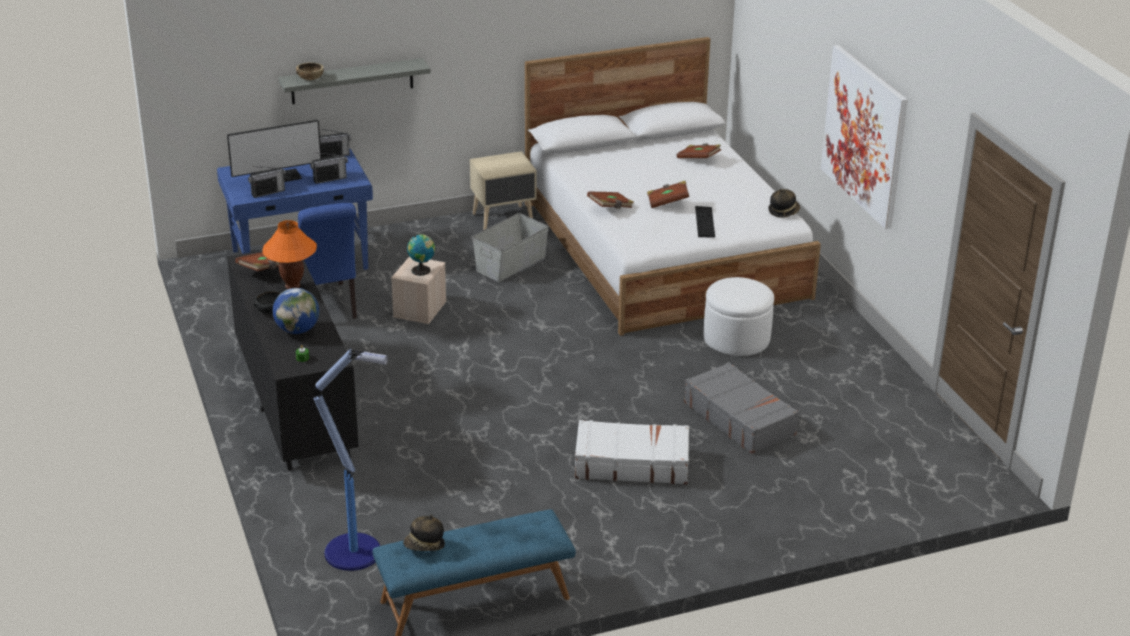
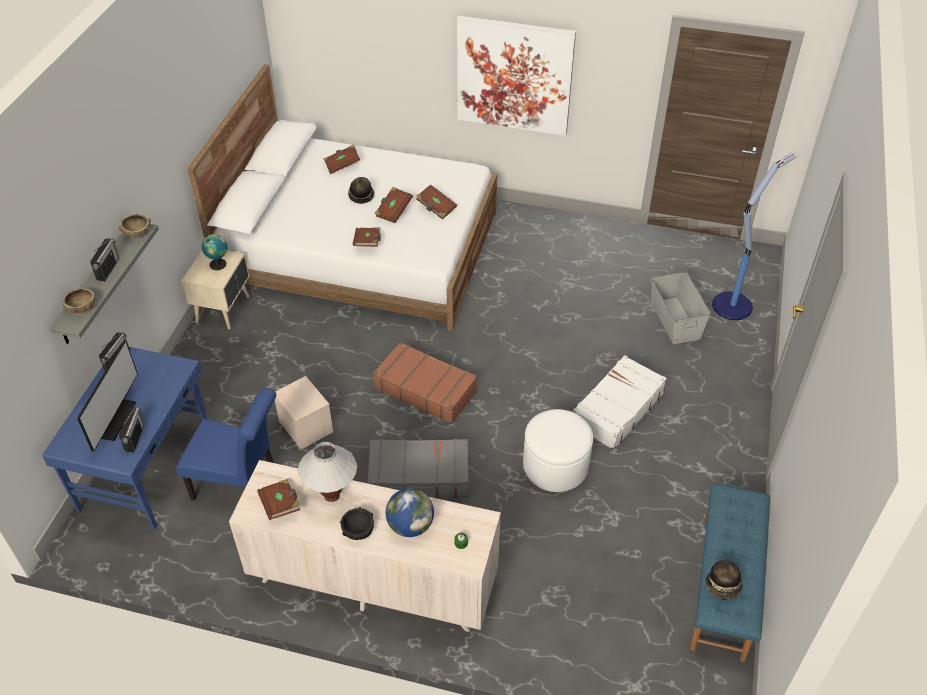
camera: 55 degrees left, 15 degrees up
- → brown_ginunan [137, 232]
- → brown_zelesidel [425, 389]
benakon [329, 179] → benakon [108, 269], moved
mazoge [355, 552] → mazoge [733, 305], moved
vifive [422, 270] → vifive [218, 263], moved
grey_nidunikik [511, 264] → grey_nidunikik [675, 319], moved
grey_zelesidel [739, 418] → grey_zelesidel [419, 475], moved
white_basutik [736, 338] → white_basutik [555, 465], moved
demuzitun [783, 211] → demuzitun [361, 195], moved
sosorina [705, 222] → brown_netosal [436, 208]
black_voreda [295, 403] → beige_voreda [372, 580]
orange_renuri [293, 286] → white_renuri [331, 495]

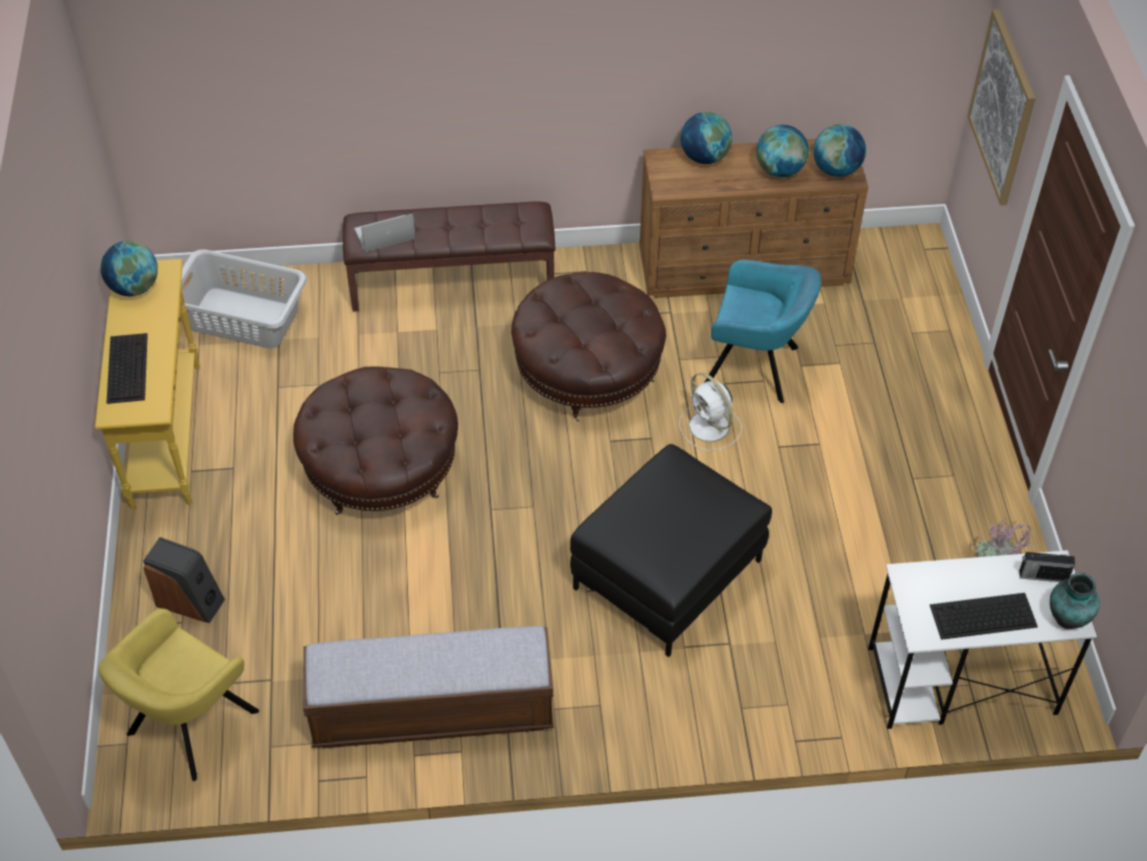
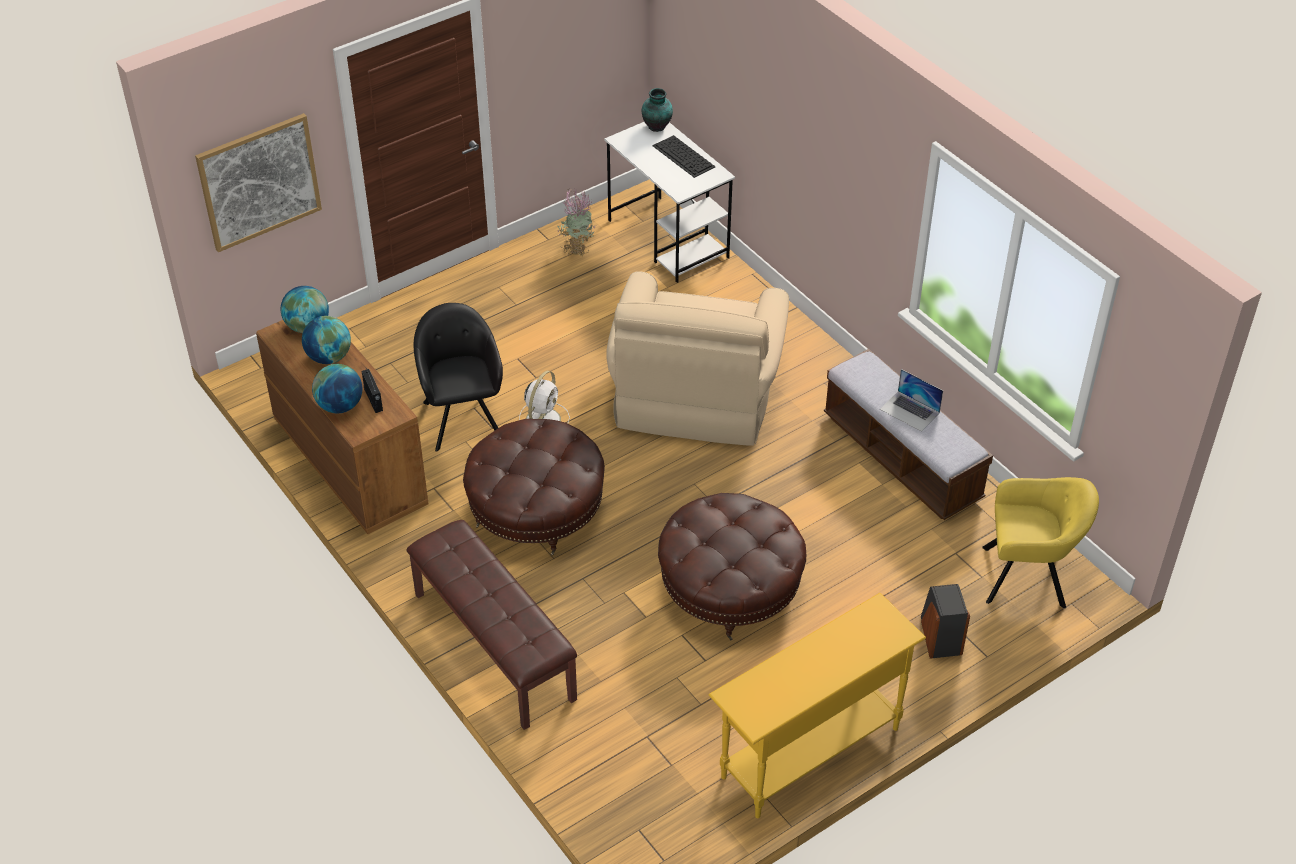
camera: 120 degrees left, 5 degrees down
vifive [134, 287] → -
sosorina [127, 367] → -
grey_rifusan [242, 317] → -
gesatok [384, 233] → gesatok [910, 411], moved
benakon [1042, 576] → benakon [373, 400], moved
black_basutik [667, 574] → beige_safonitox [696, 391]
turquoise_safonitox [755, 367] → black_safonitox [462, 417]

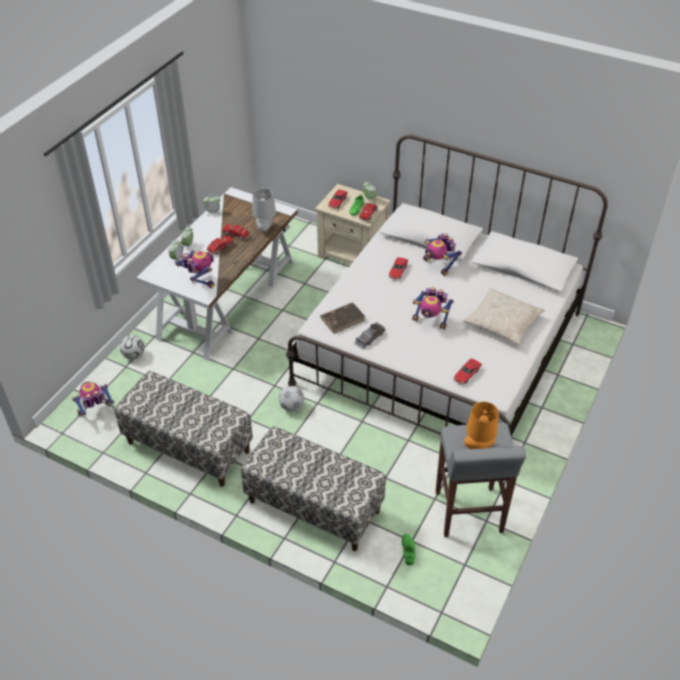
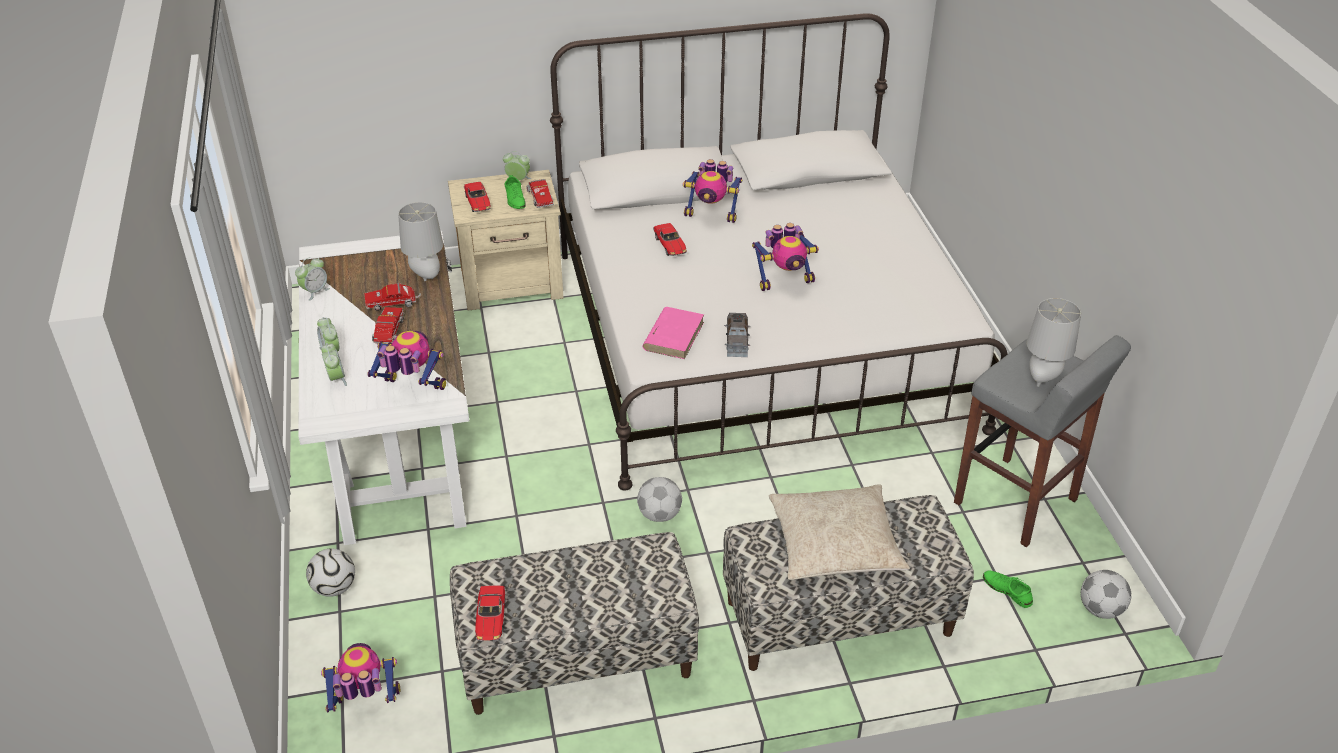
camera: 40 degrees left, 5 degrees down
- → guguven [1100, 610]
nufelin [466, 374] → nufelin [491, 619], moved
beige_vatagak [502, 322] → beige_vatagak [835, 543], moved
brown_netosal [343, 319] → pink_netosal [674, 335]
orange_renuri [478, 447] → grey_renuri [1043, 378]
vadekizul [96, 411] → vadekizul [366, 704], 60 degrees clockwise

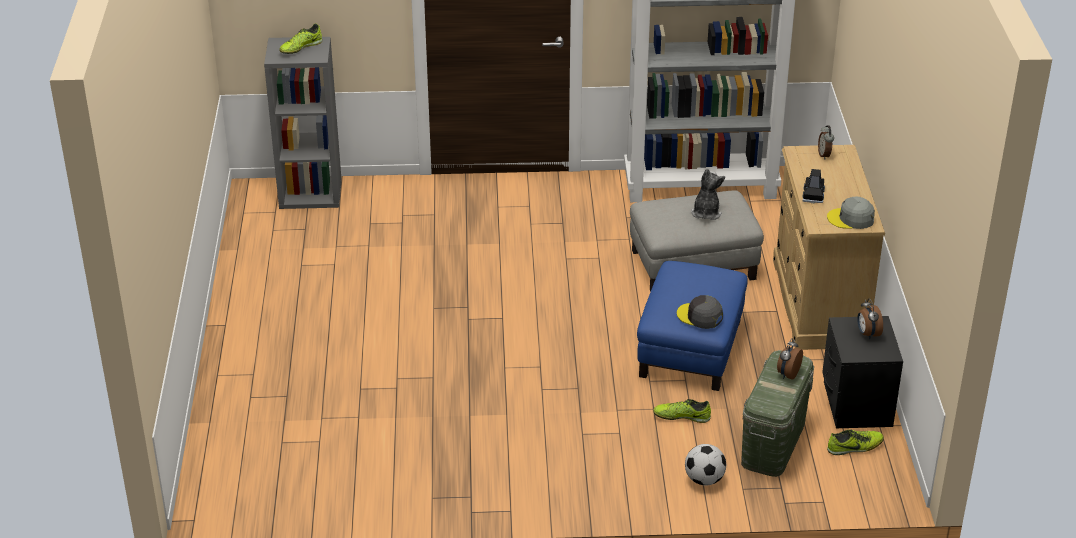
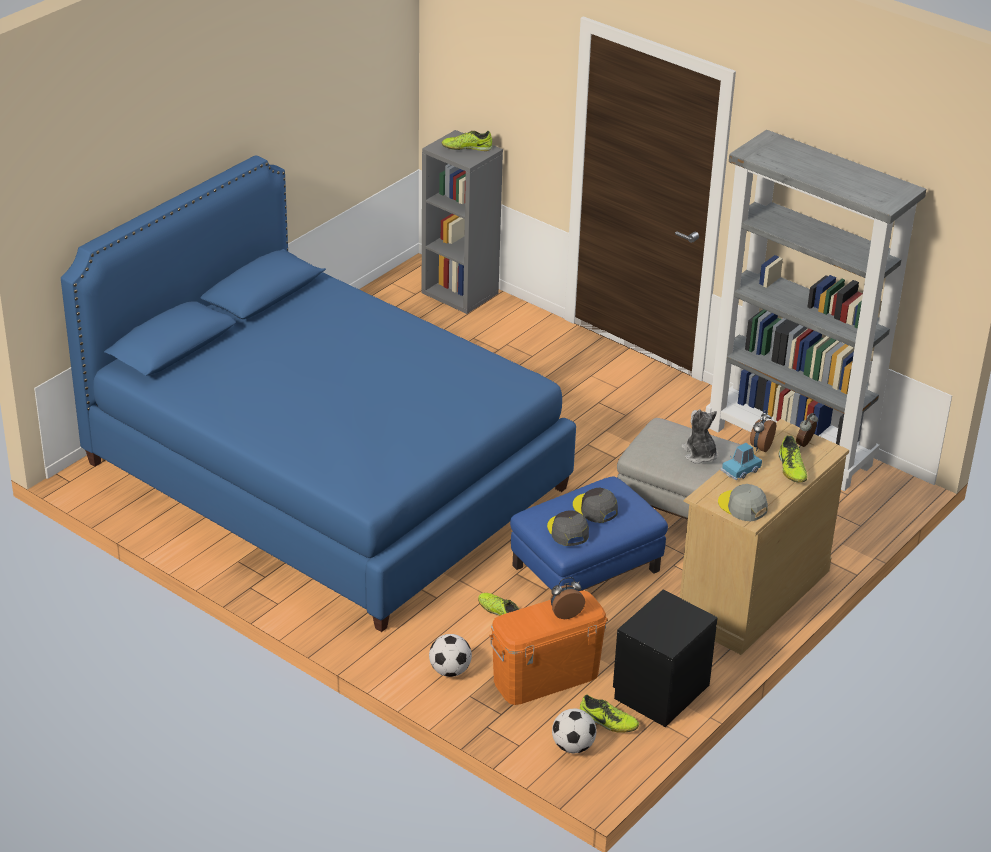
camera: 40 degrees right, 0 degrees up
- → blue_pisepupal [326, 476]
- → guguven [573, 746]
- → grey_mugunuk [595, 508]
- → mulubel [791, 469]
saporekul [867, 334] → saporekul [760, 447], moved
green_nidunikik [773, 442] → orange_nidunikik [546, 678]
black_nufelin [813, 195] → blue_nufelin [741, 470]
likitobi [706, 212] → likitobi [699, 454], 75 degrees counterclockwise

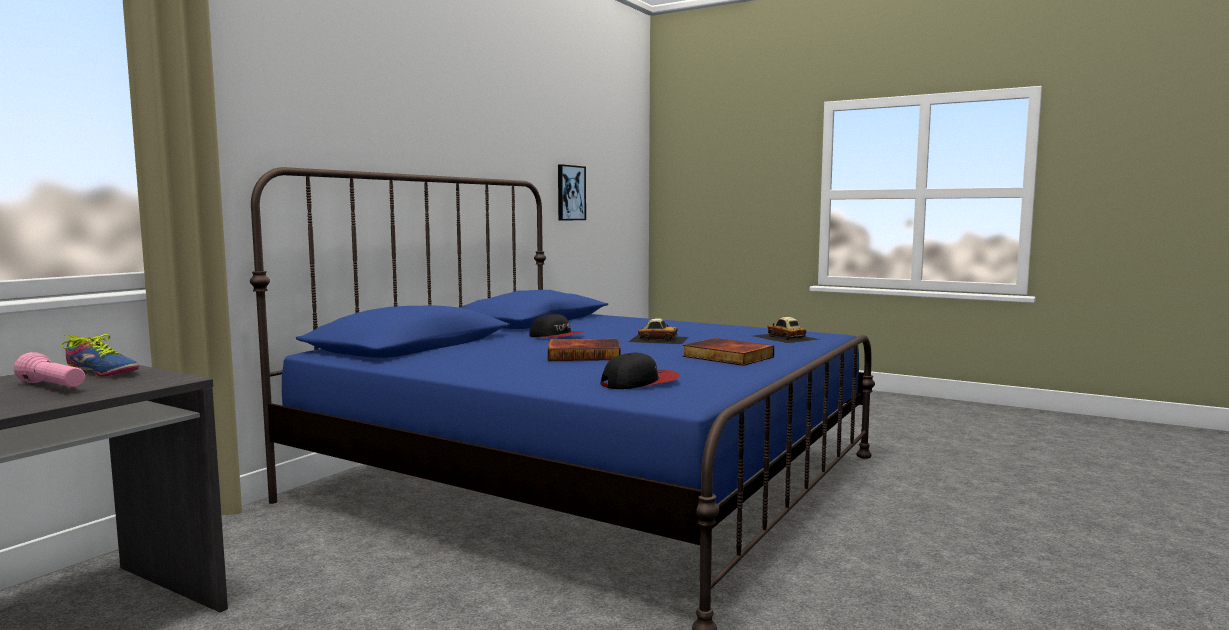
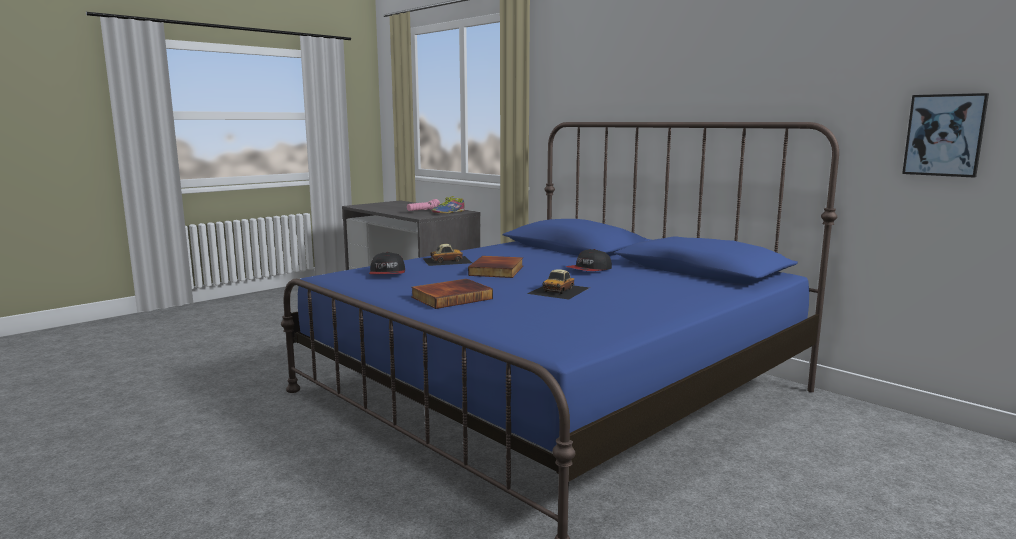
camera: 105 degrees right, 5 degrees up
nufelin [785, 337] → nufelin [446, 260], moved

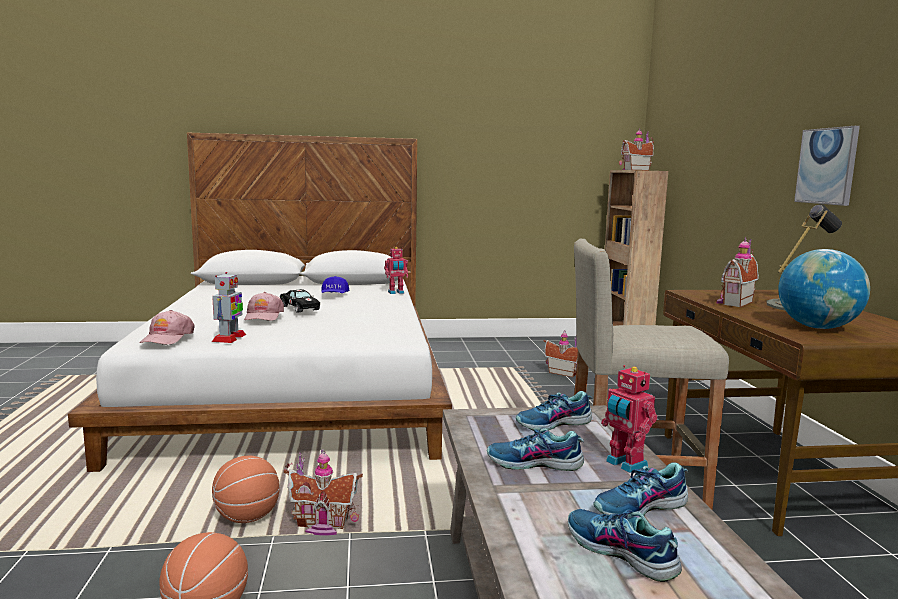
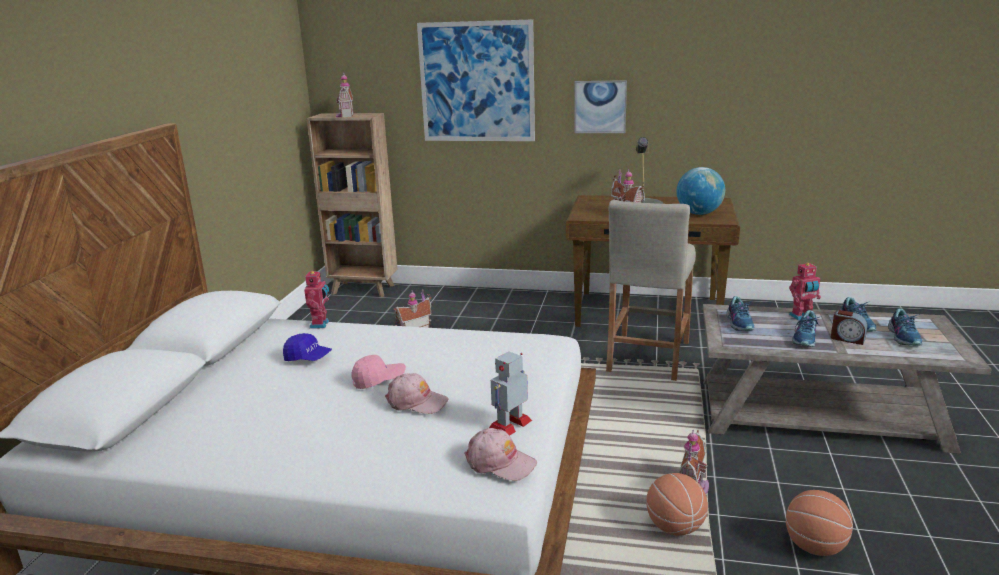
camera: 70 degrees left, 10 degrees up
- → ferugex [477, 82]
- → saporekul [847, 339]
black_nufelin [299, 308] → pink_mugunuk [379, 380]
vadekizul [229, 338] → vadekizul [510, 424], 75 degrees counterclockwise
mulubel [620, 553] → mulubel [904, 337], 60 degrees counterclockwise

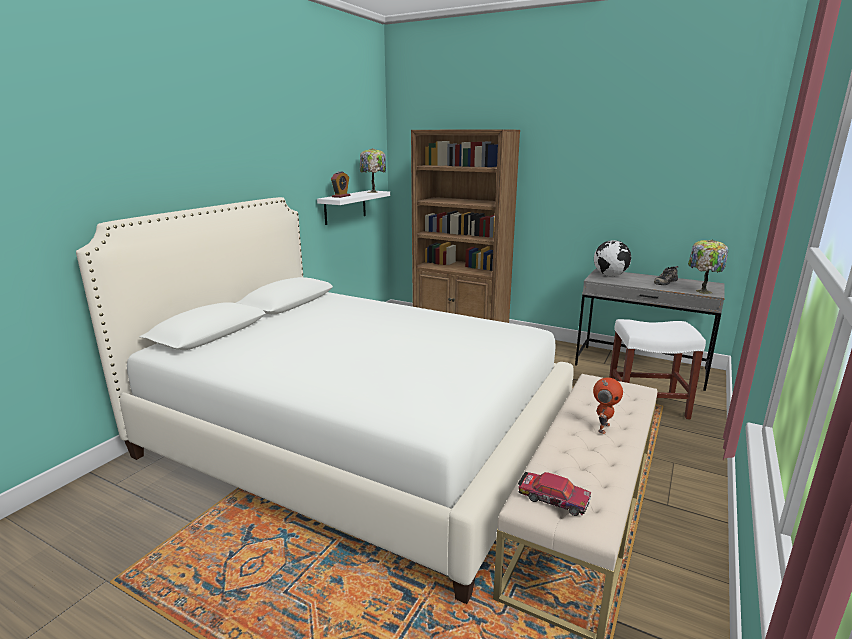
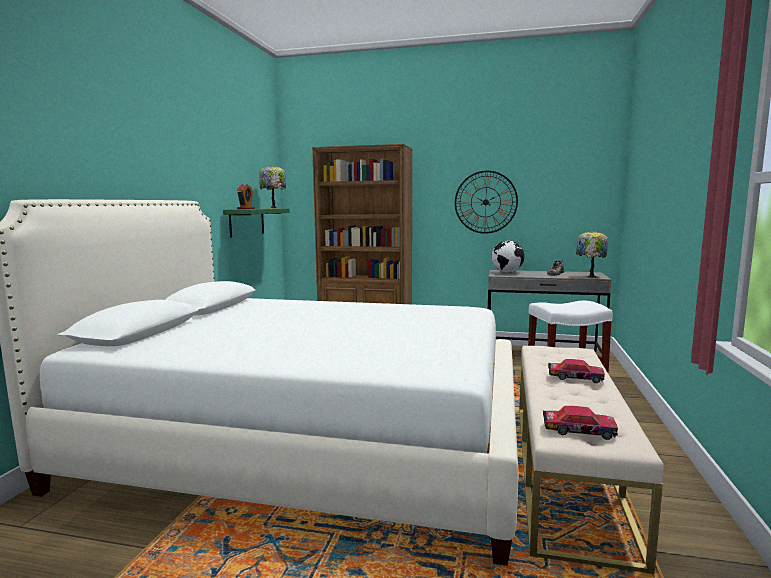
camera: 15 degrees left, 10 degrees down
- → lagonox [485, 202]
vadekizul [602, 427] → nufelin [575, 377]
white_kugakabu [345, 207] → green_kugakabu [247, 222]

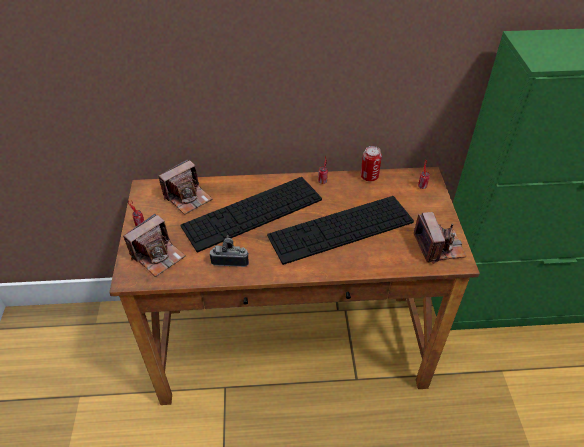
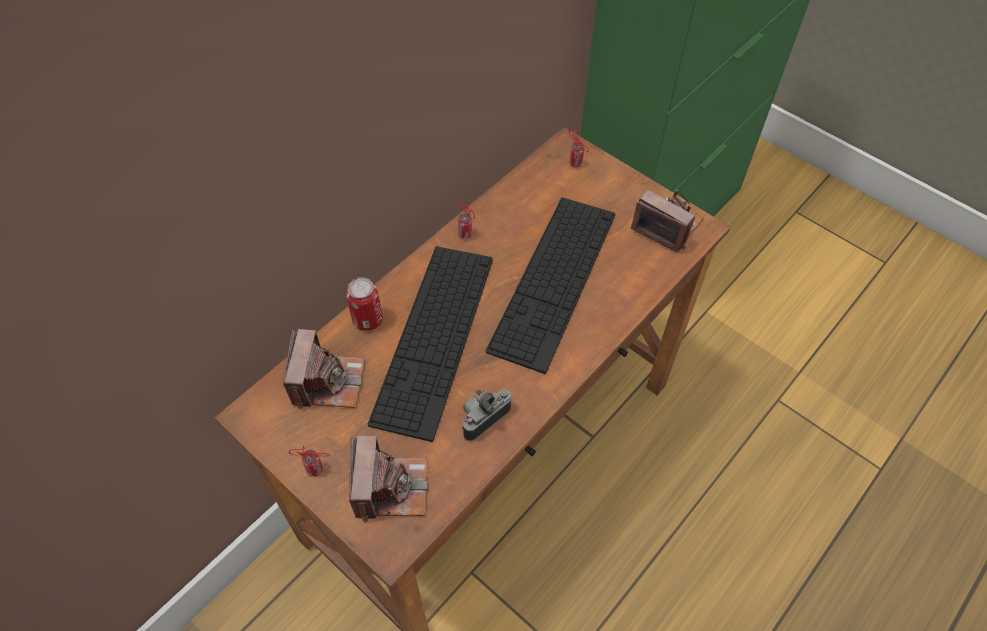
camera: 45 degrees left, 10 degrees up
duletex [369, 176] → duletex [367, 320], moved

